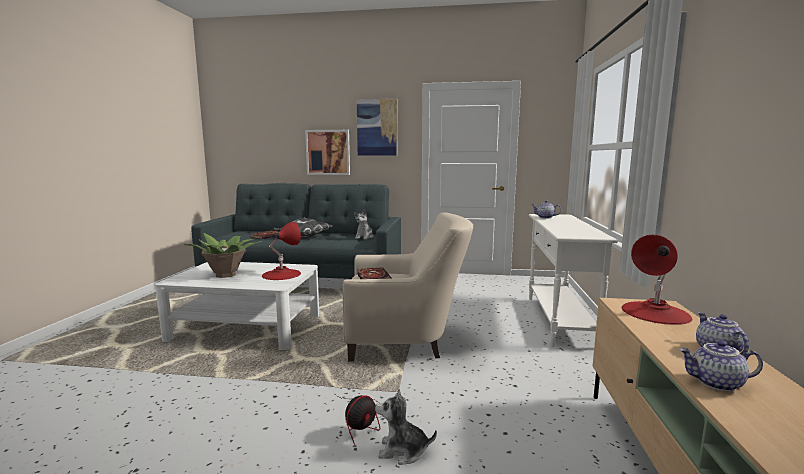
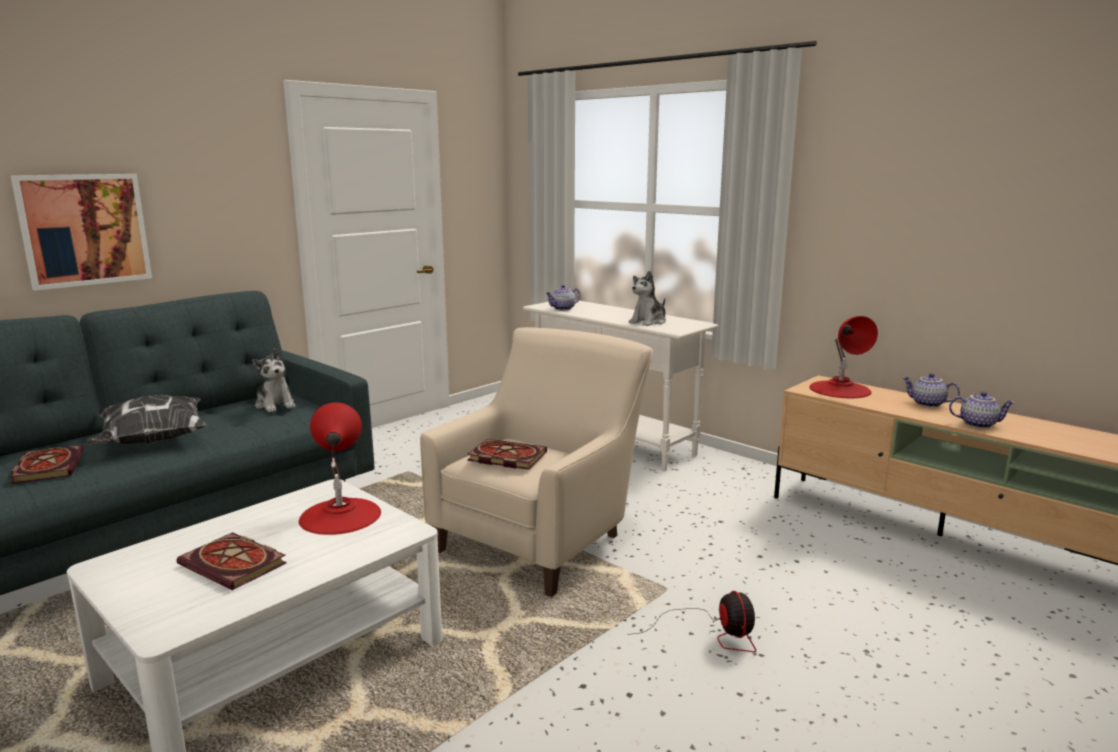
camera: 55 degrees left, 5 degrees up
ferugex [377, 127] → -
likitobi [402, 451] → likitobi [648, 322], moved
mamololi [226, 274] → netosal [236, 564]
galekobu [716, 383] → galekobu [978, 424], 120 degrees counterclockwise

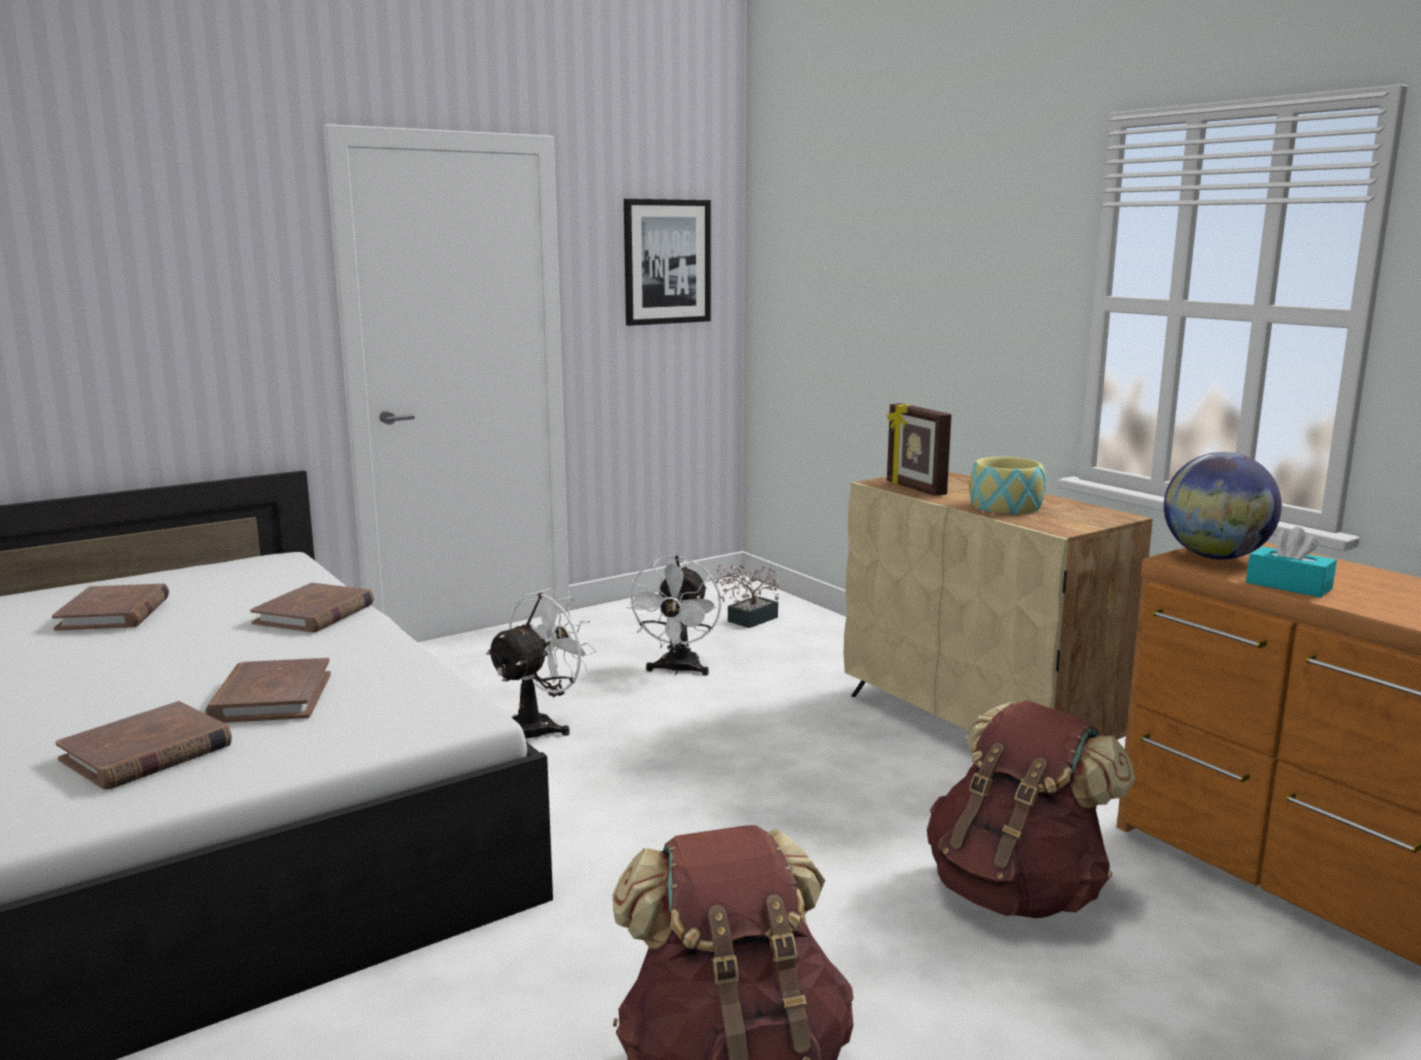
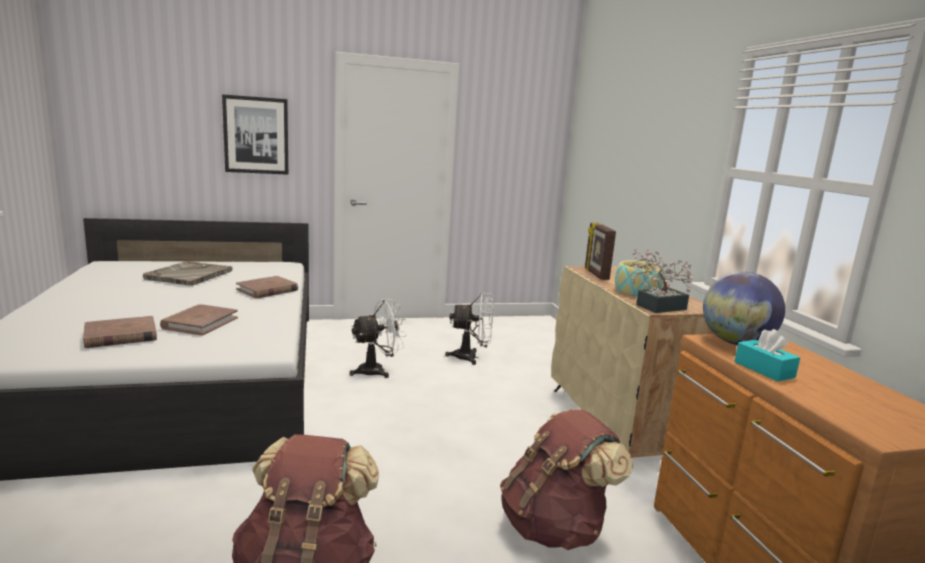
camera: 20 degrees right, 0 degrees up
ferugex [667, 262] → ferugex [256, 135], moved
mamololi [748, 620] → mamololi [656, 307], moved
brown_netosal [114, 613] → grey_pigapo [189, 275]
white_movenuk [678, 670] → white_movenuk [471, 357], 120 degrees counterclockwise

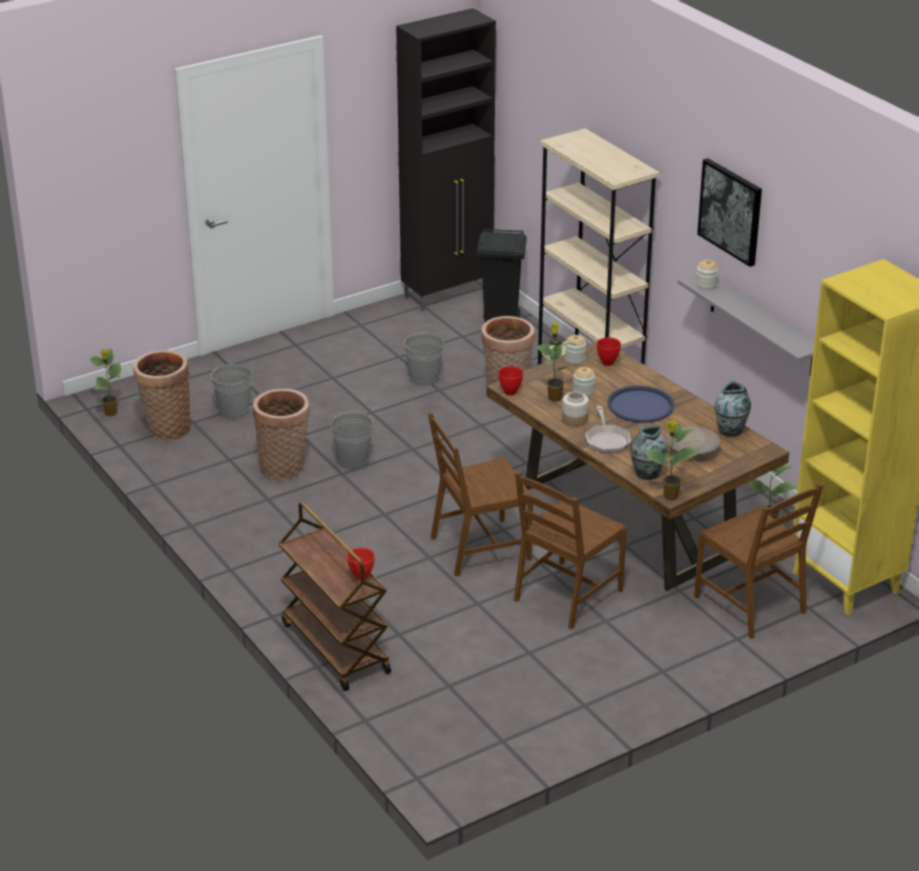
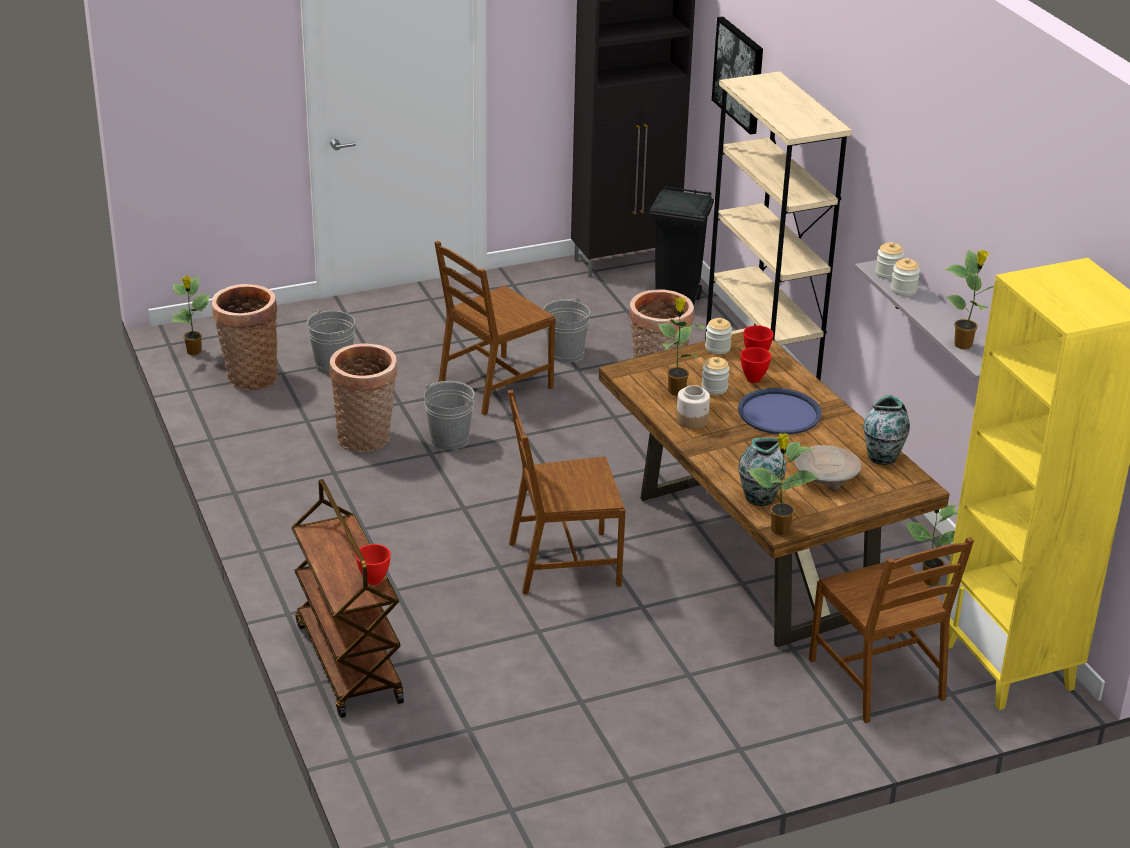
camera: 10 degrees right, 0 degrees up
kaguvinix [607, 440] → -
- → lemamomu [903, 290]
- → mamololi [964, 345]
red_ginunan [510, 392] → red_ginunan [754, 379], moved
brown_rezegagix [567, 595] → brown_rezegagix [494, 385], moved
ferugex [731, 211] → ferugex [739, 74], moved

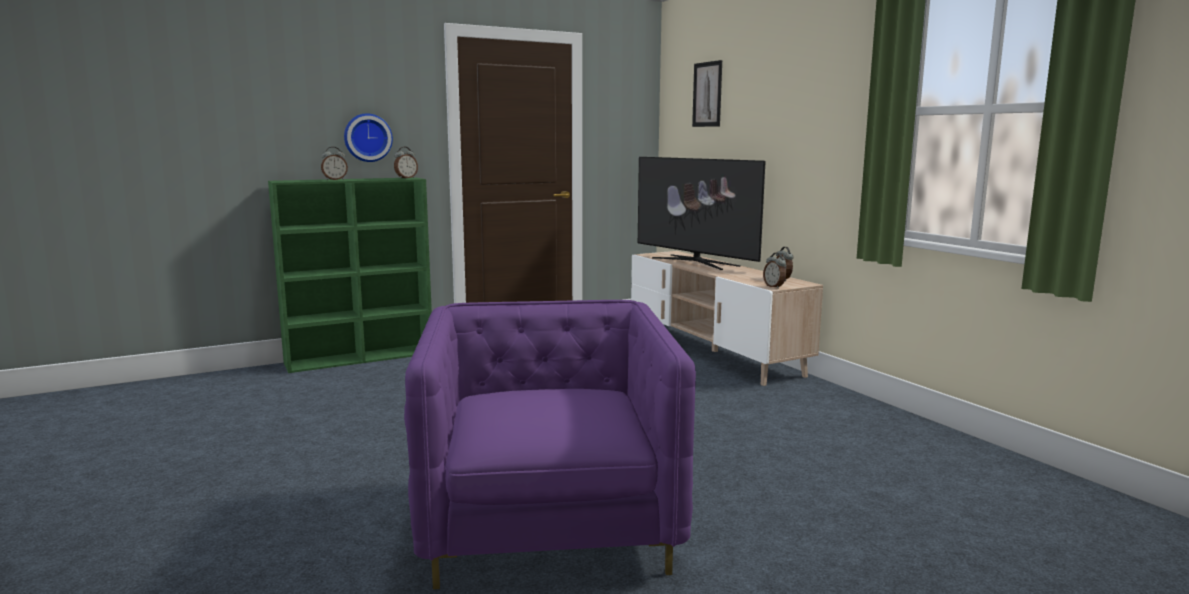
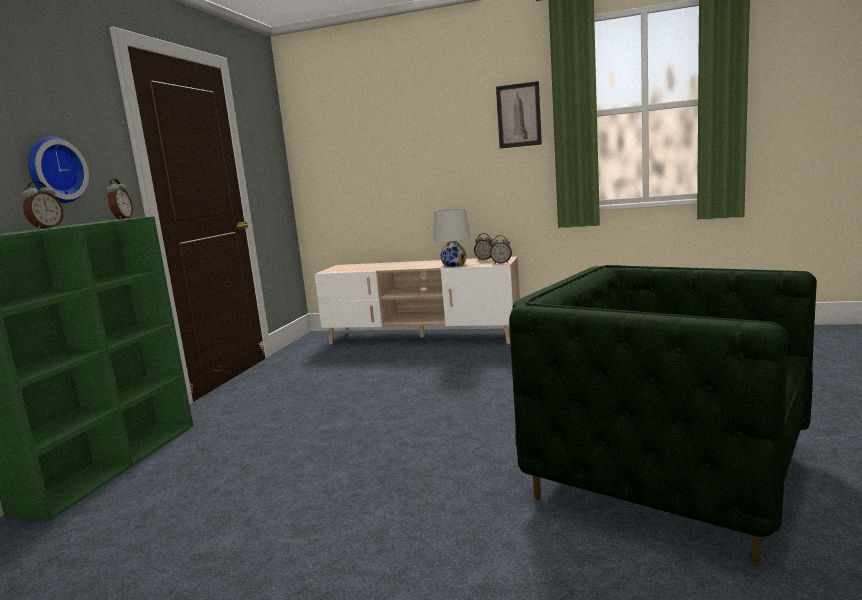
camera: 45 degrees left, 0 degrees up
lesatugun [695, 262] → -
- → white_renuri [454, 265]
ferugex [707, 94] → ferugex [519, 115], moved
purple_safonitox [549, 524] → green_safonitox [667, 476]

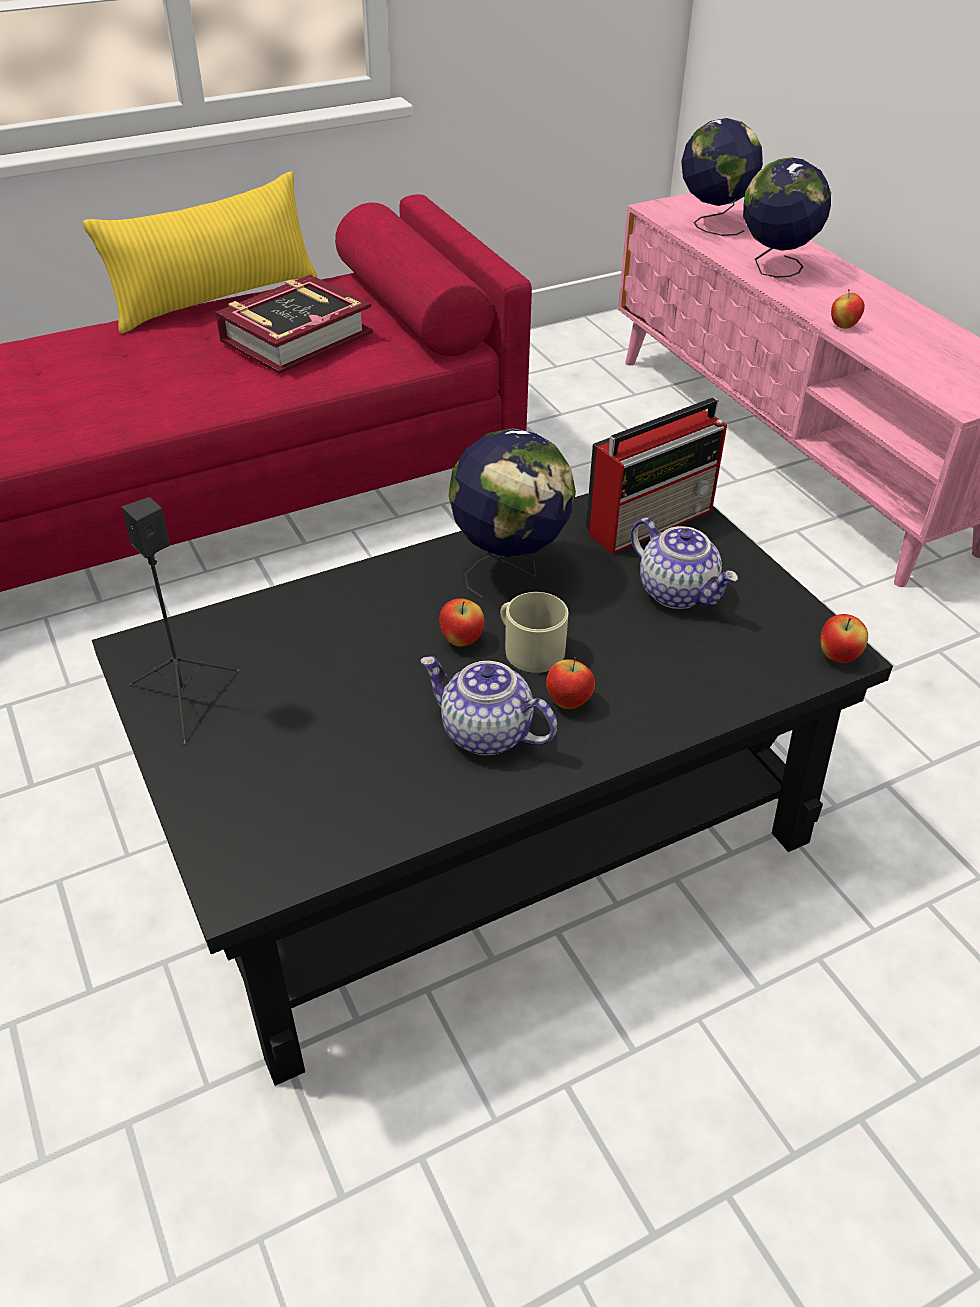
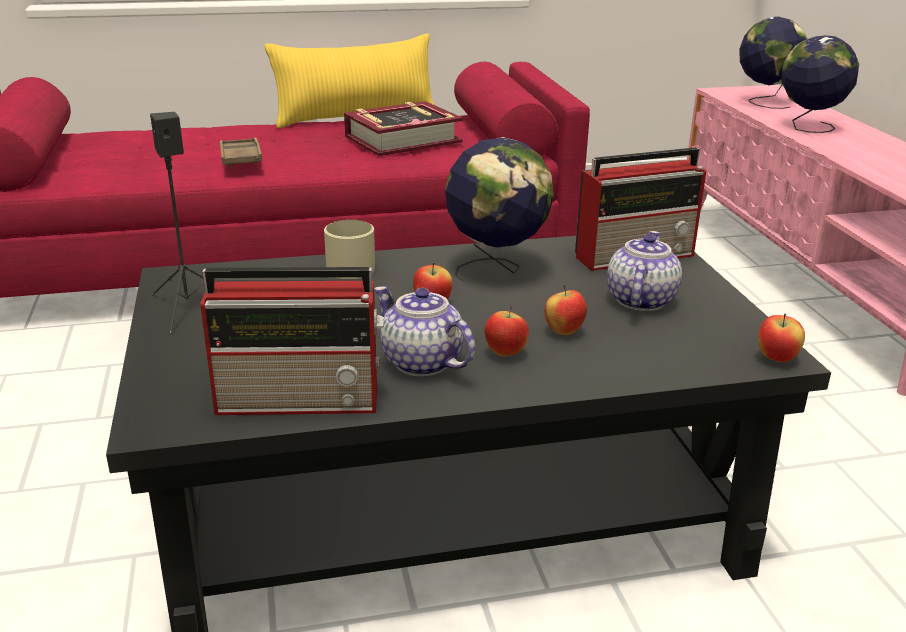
camera: 15 degrees right, 15 degrees down
- → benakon [302, 399]
- → brown_pigapo [241, 158]
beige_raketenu [528, 648] → beige_raketenu [347, 266], moved
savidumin [843, 326] → savidumin [564, 331], moved
galekobu [678, 592] → galekobu [639, 300], 135 degrees counterclockwise

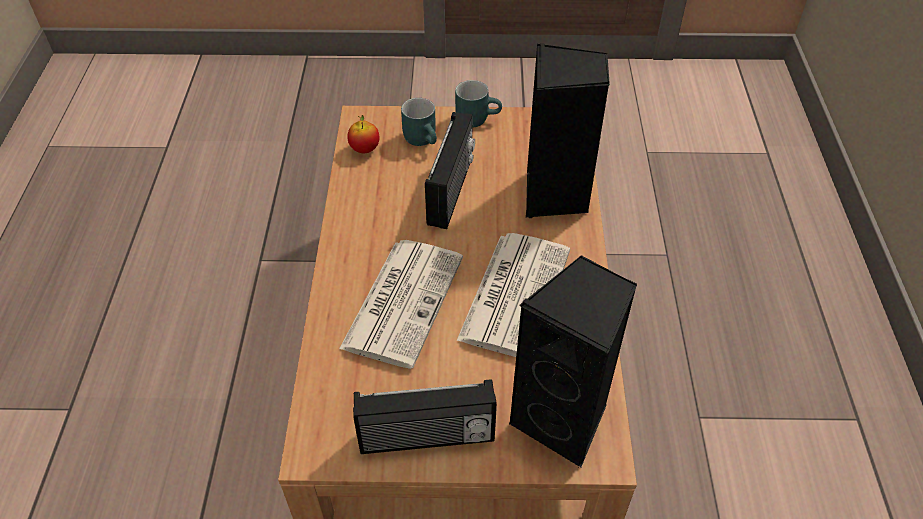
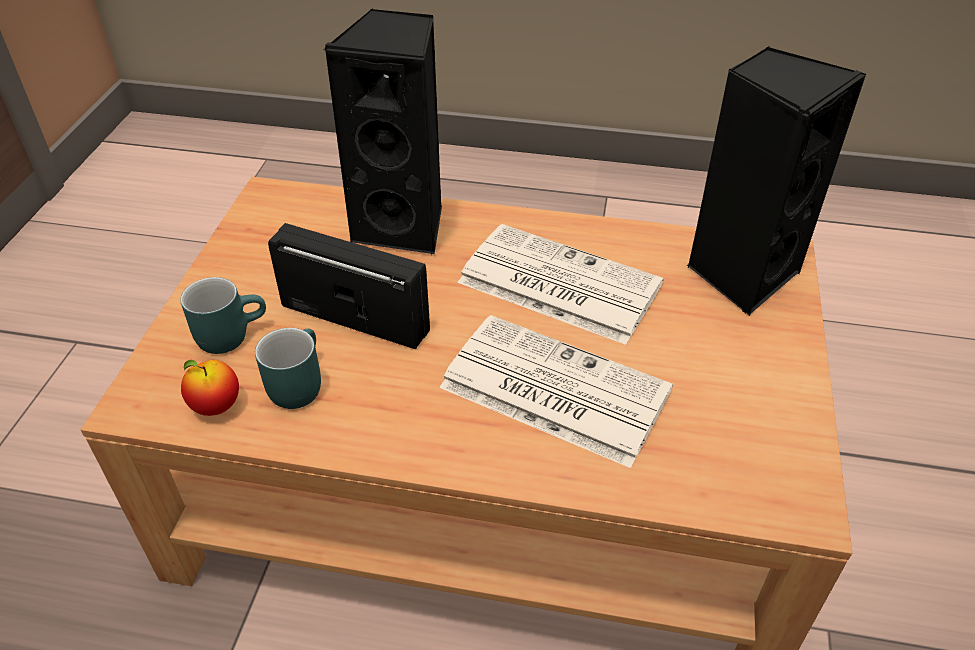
camera: 80 degrees left, 5 degrees down
benakon [427, 439] → -
turquoise_raketenu [477, 117] → turquoise_raketenu [295, 383], moved

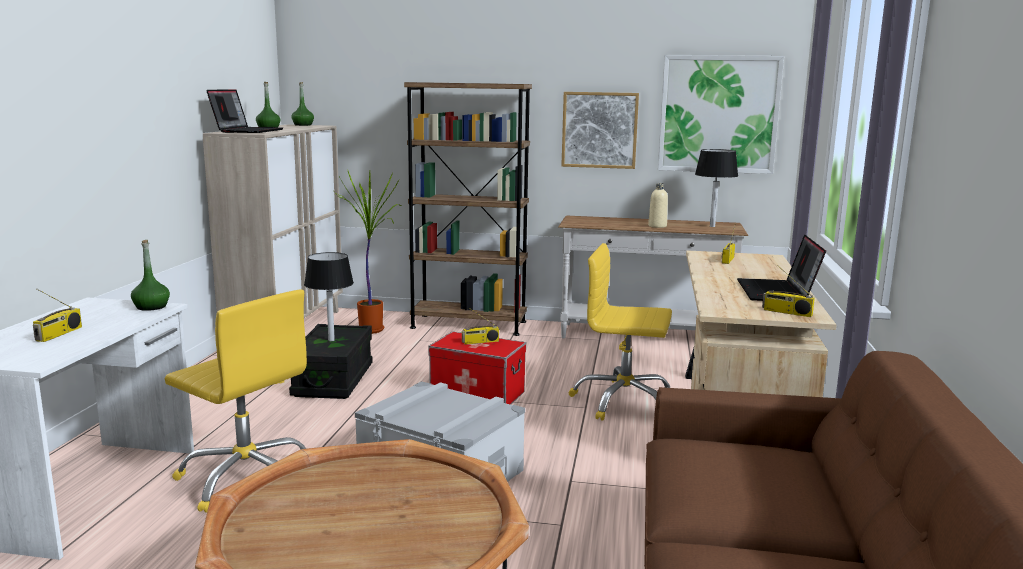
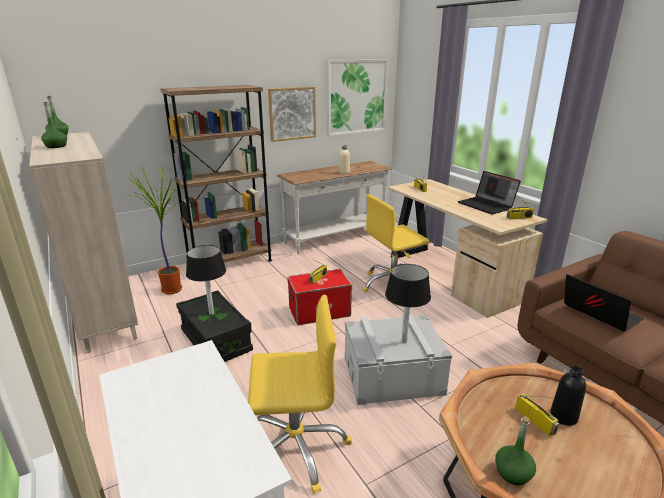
camera: 40 degrees left, 10 degrees up
- → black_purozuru [563, 416]
benakon [59, 334] → benakon [535, 420], moved
green_purozuru [151, 307] → green_purozuru [513, 473], moved
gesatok [247, 131] → gesatok [598, 314], moved
black_renuri [712, 226] → black_renuri [404, 341], moved

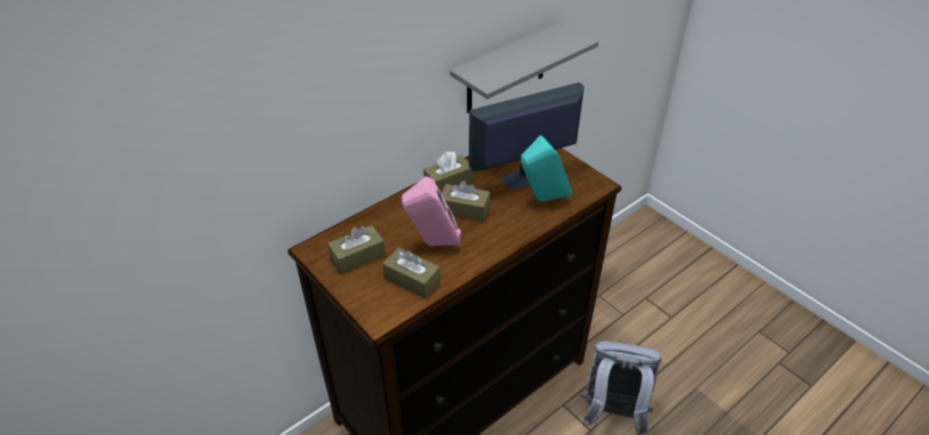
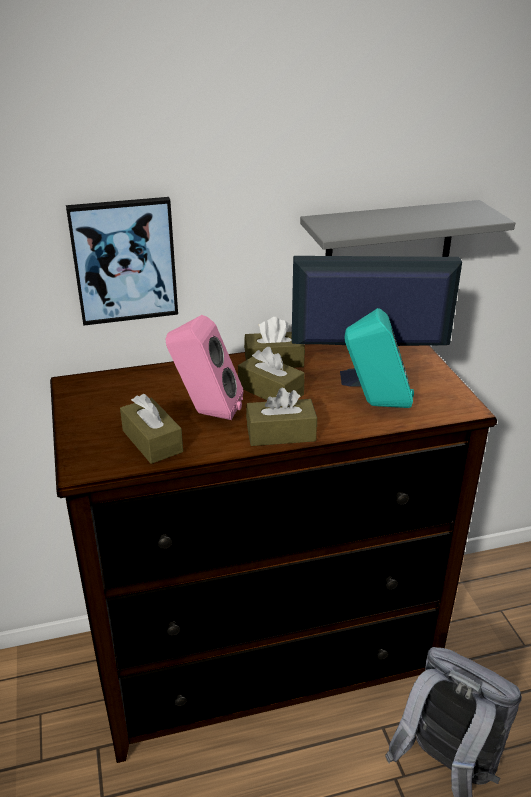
camera: 25 degrees right, 10 degrees down
- → ferugex [124, 260]
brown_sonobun [357, 256] → brown_sonobun [281, 434], moved

